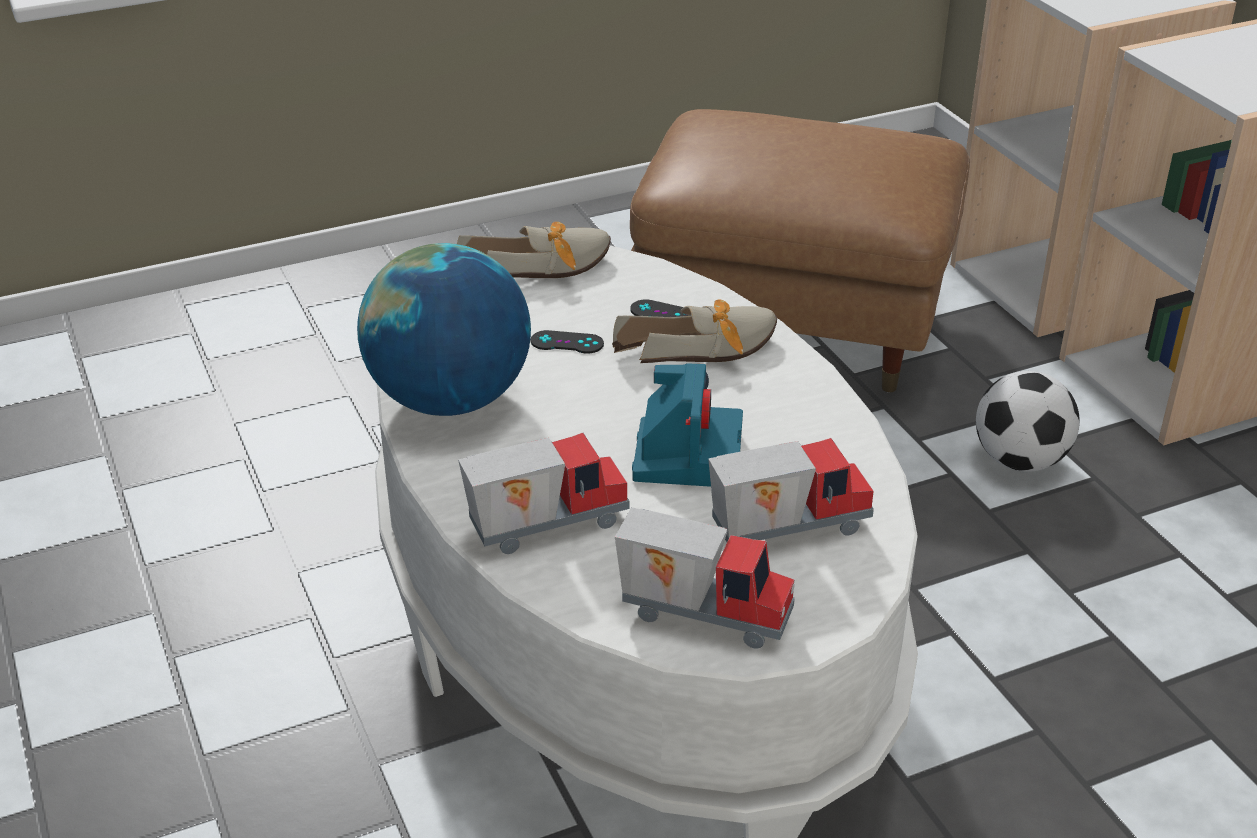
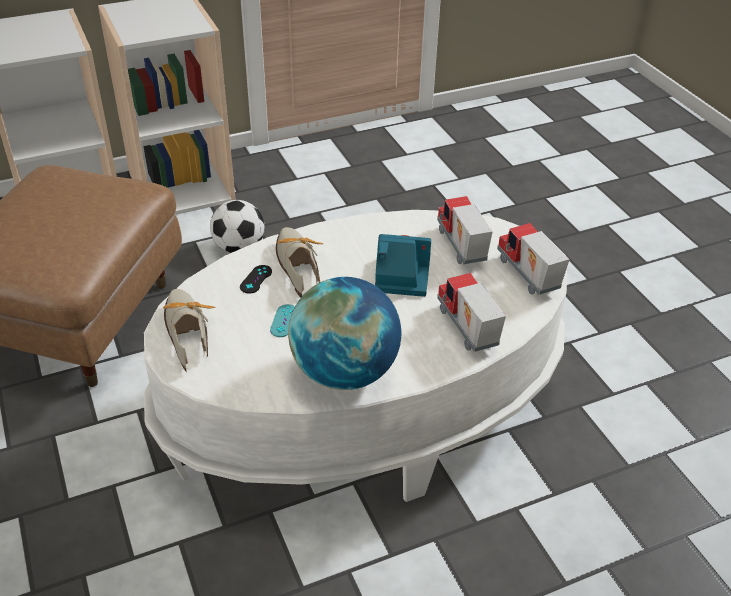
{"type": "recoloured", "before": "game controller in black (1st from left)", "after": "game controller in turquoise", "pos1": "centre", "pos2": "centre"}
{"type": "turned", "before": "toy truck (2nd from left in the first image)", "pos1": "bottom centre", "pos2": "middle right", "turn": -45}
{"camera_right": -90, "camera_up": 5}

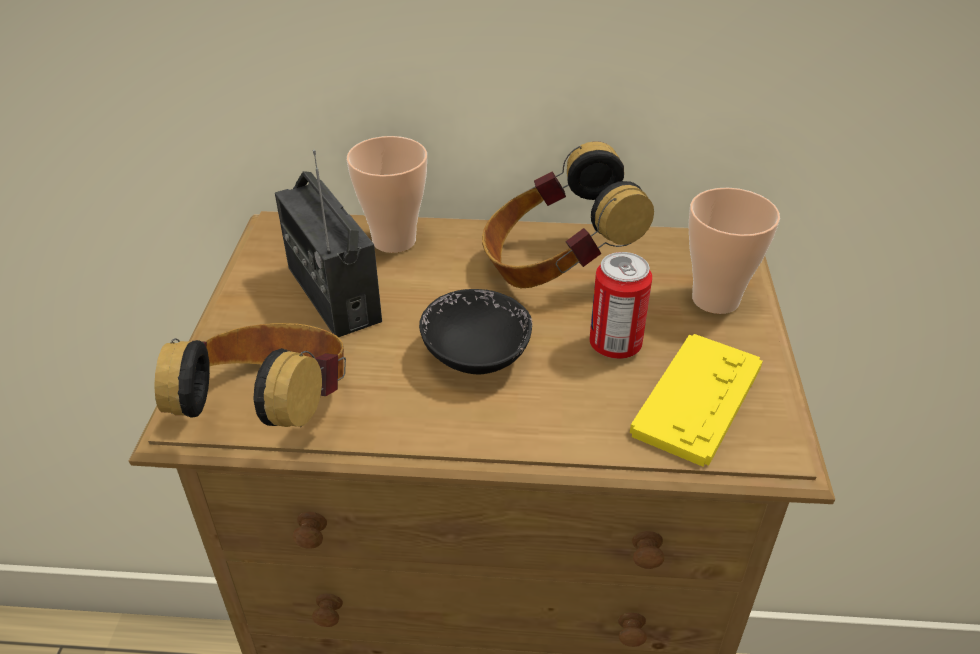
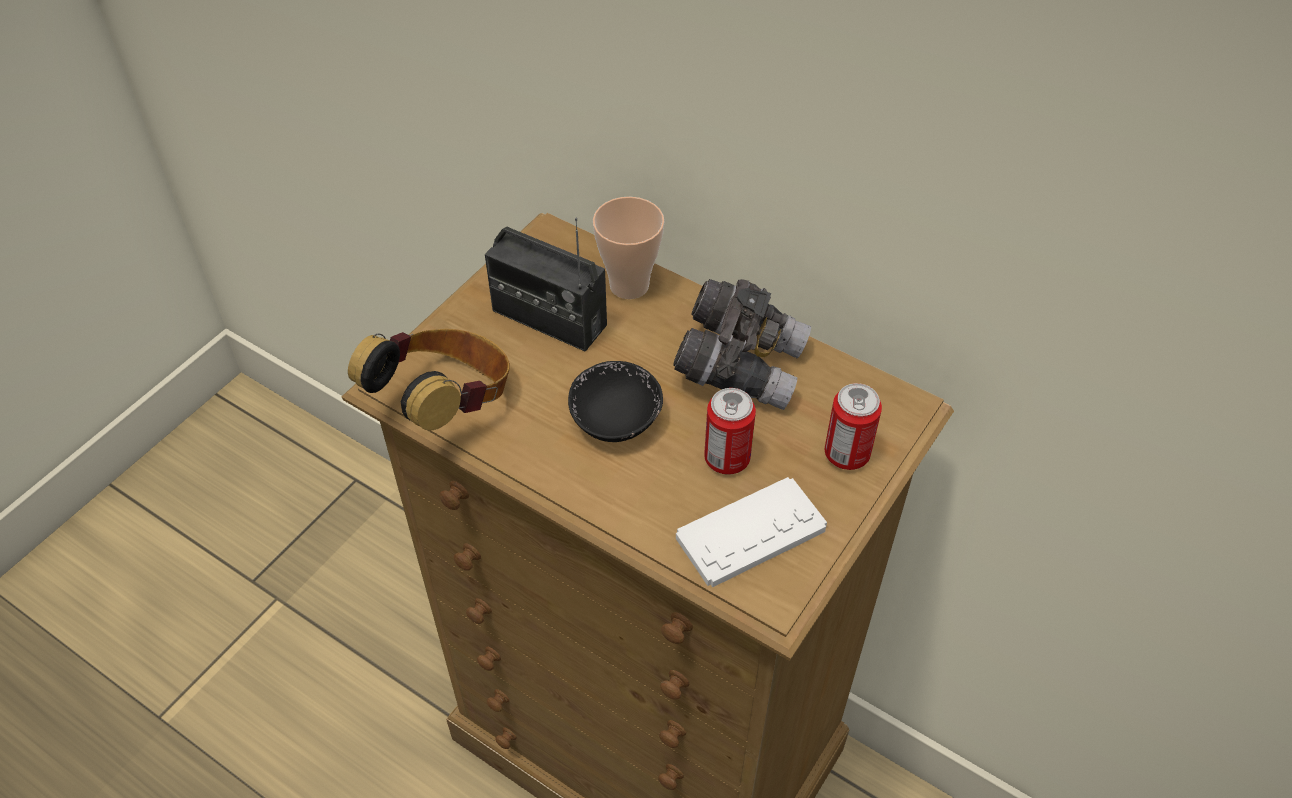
{"type": "replaced", "before": "headphones (2nd from left)", "after": "binoculars in grey", "pos1": "top centre", "pos2": "centre"}
{"type": "replaced", "before": "cup (2nd from left)", "after": "can (2nd from left)", "pos1": "middle right", "pos2": "centre"}
{"type": "recoloured", "before": "game controller in yellow", "after": "game controller in white", "pos1": "middle right", "pos2": "bottom centre"}
{"type": "turned", "before": "radio", "pos1": "centre", "pos2": "centre", "turn": -60}
{"camera_right": 30, "camera_up": 10}

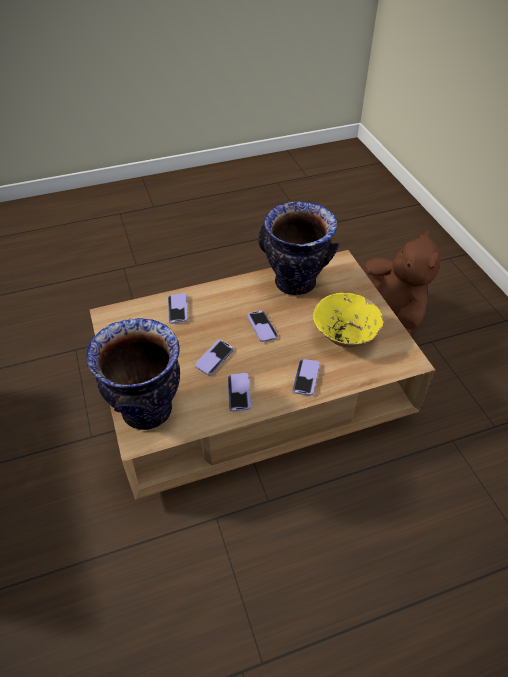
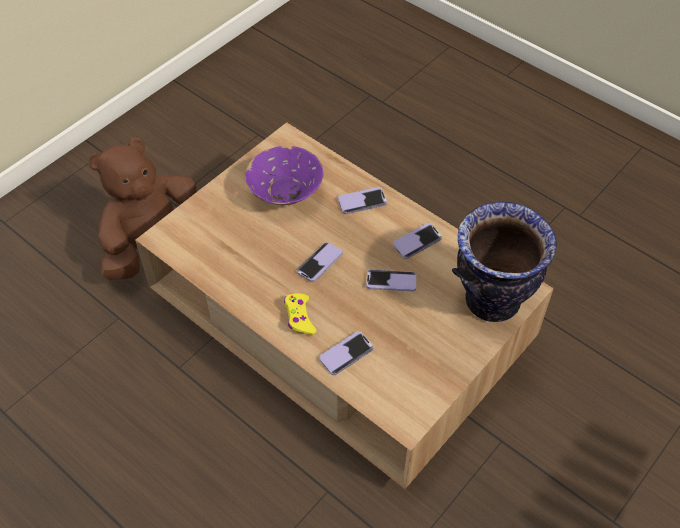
{"type": "removed", "before": "vase (2nd from left)", "pos1": "centre"}
{"type": "added", "after": "game controller in yellow", "pos2": "centre"}
{"type": "recoloured", "before": "bowl in yellow", "after": "bowl in purple", "pos1": "middle right", "pos2": "top centre"}
{"camera_right": -120, "camera_up": 5}

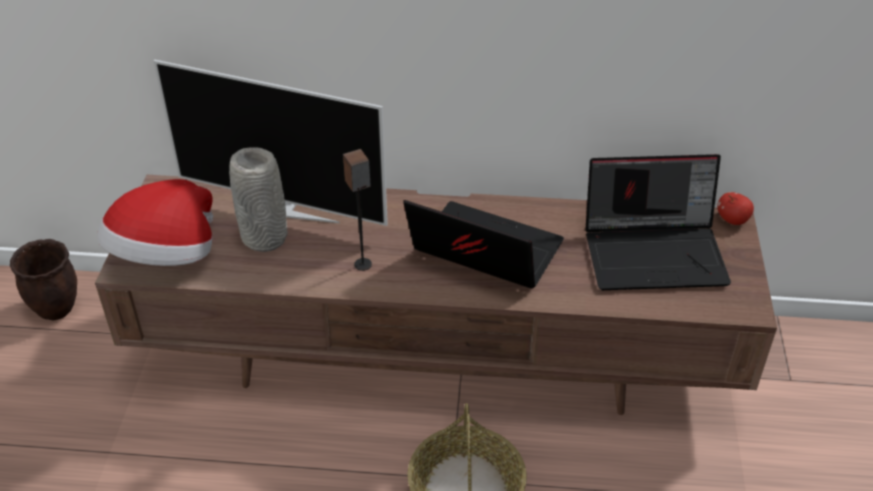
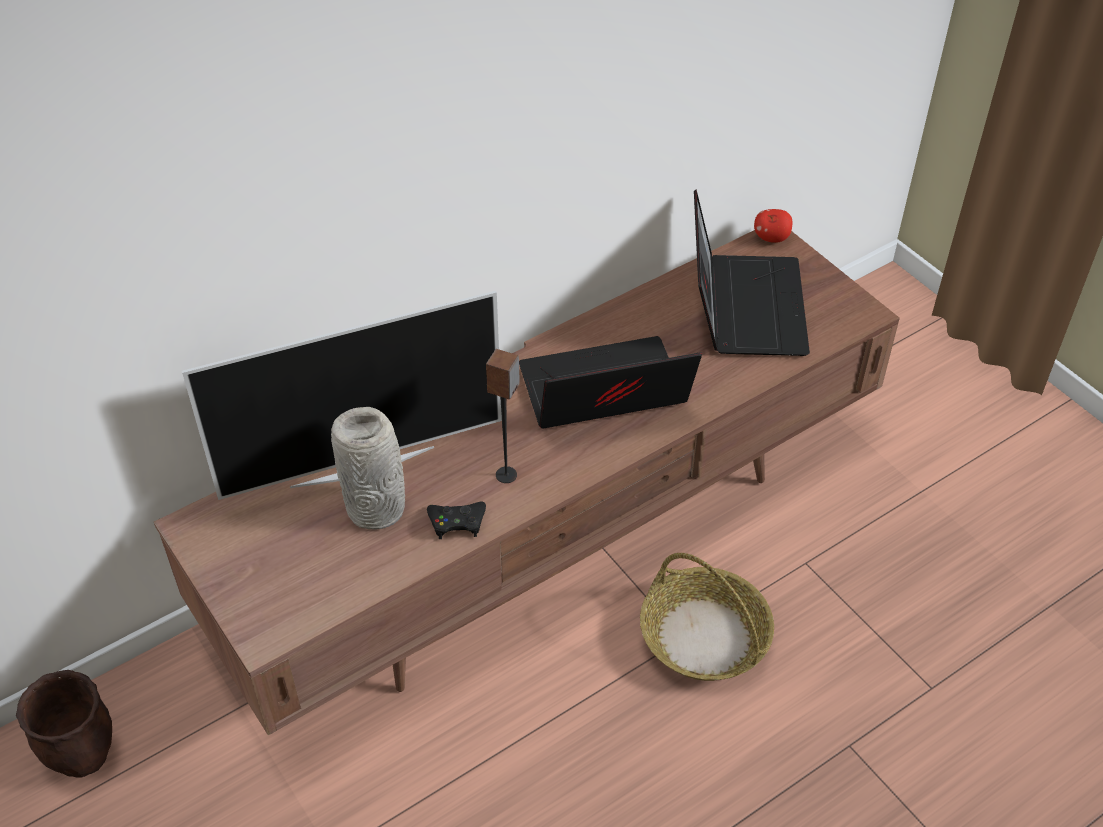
{"type": "removed", "before": "hat", "pos1": "middle left"}
{"type": "added", "after": "game controller in black", "pos2": "centre"}
{"type": "turned", "before": "laptop (2nd from left)", "pos1": "middle right", "pos2": "top right", "turn": -45}
{"camera_right": -40, "camera_up": 5}

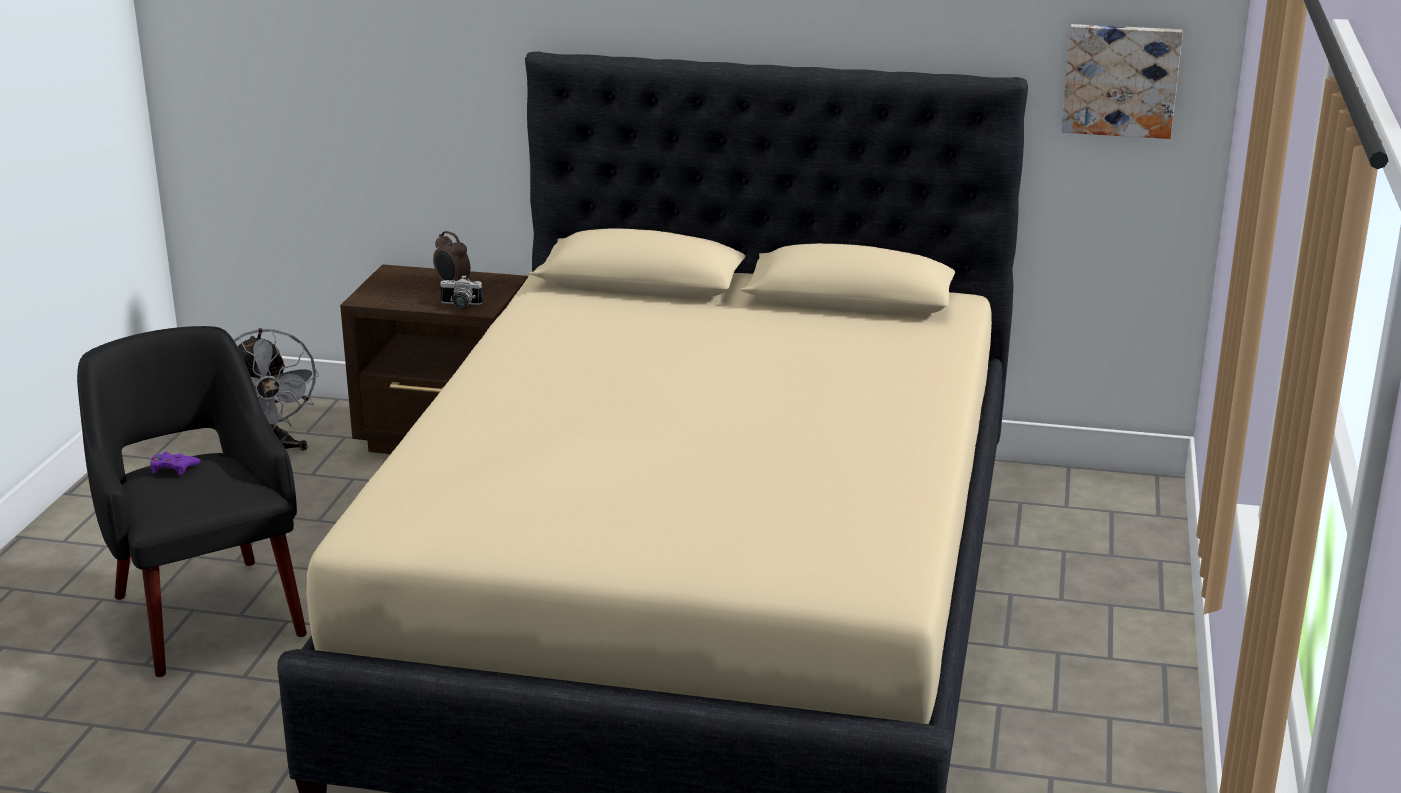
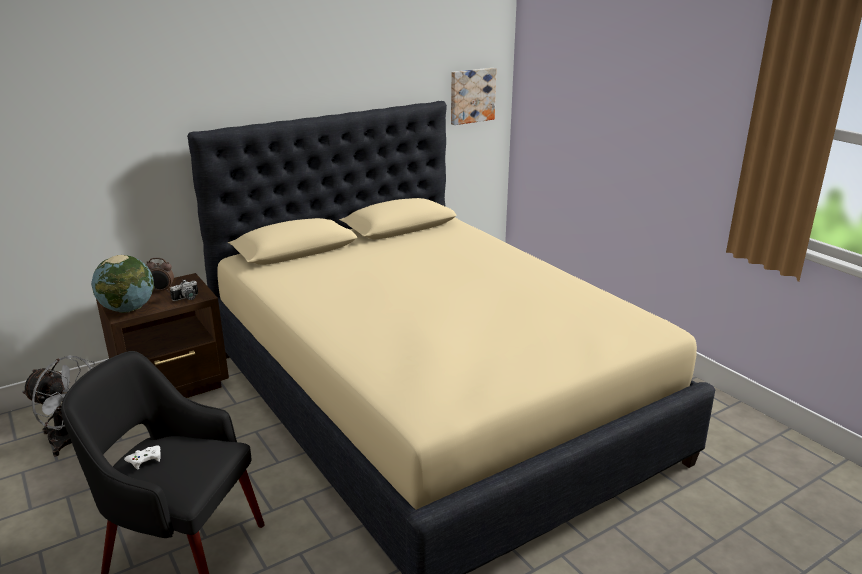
{"type": "added", "after": "globe", "pos2": "middle left"}
{"type": "recoloured", "before": "game controller in purple", "after": "game controller in white", "pos1": "middle left", "pos2": "bottom left"}
{"camera_right": -45, "camera_up": 0}

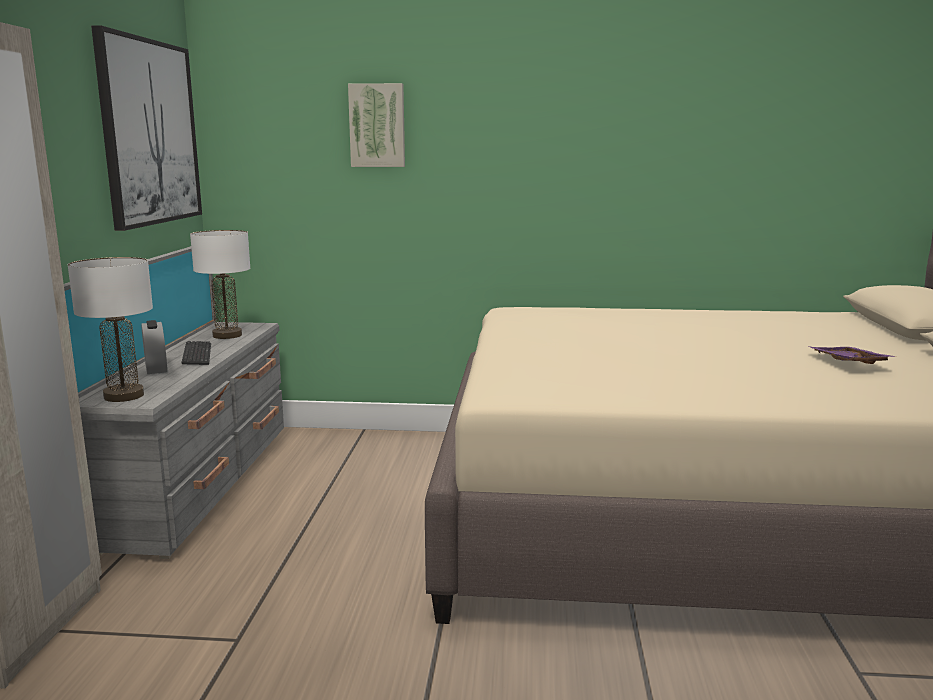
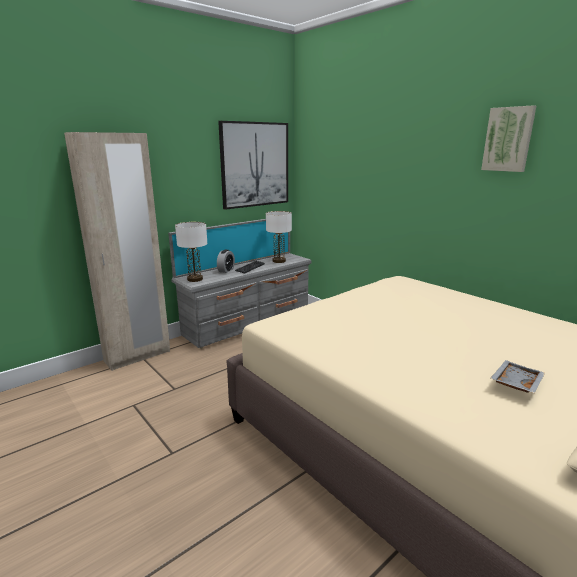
{"type": "moved", "before": "picture (2nd from left)", "pos1": "top centre", "pos2": "top right"}
{"type": "recoloured", "before": "tray in purple", "after": "tray in grey", "pos1": "middle right", "pos2": "middle right"}
{"camera_right": 45, "camera_up": 5}

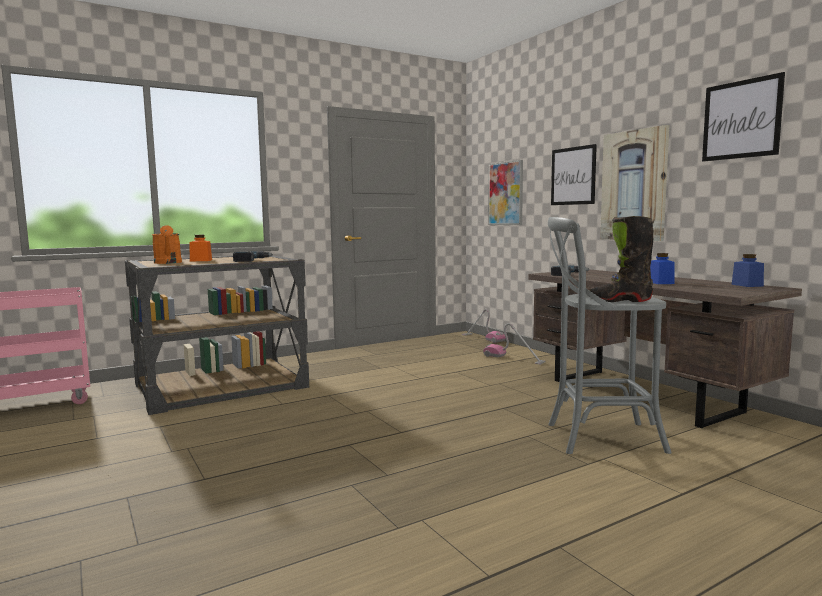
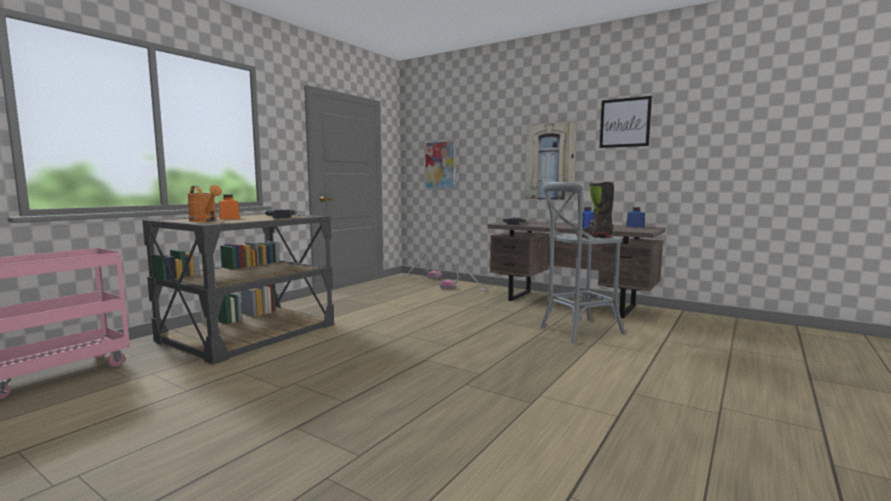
{"type": "removed", "before": "picture (2nd from left)", "pos1": "top right"}
{"camera_right": -25, "camera_up": 0}

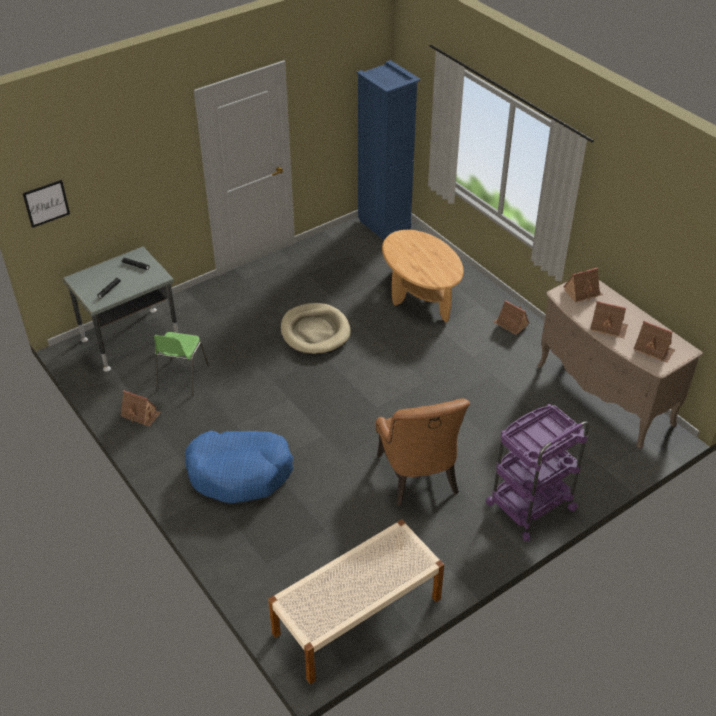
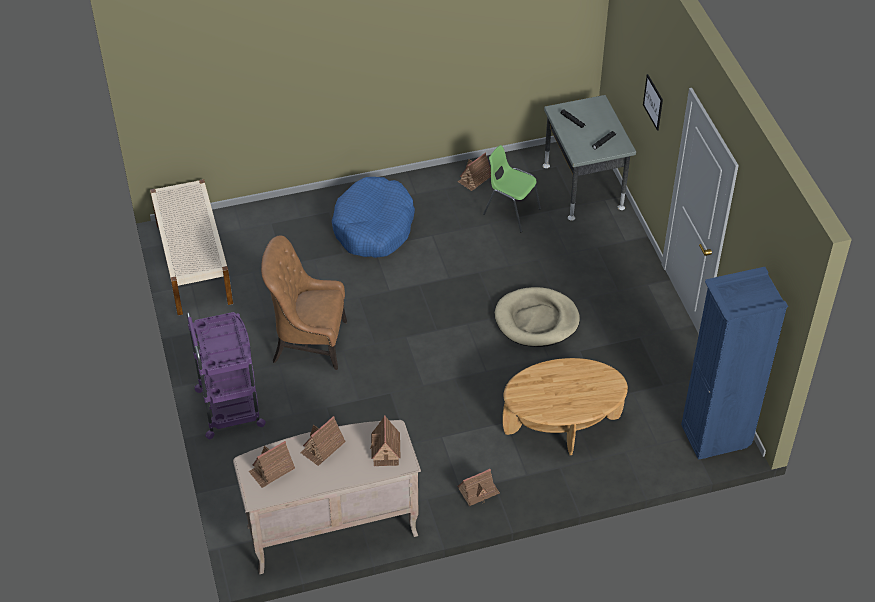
{"type": "moved", "before": "picture", "pos1": "top left", "pos2": "top right"}
{"camera_right": 110, "camera_up": 5}

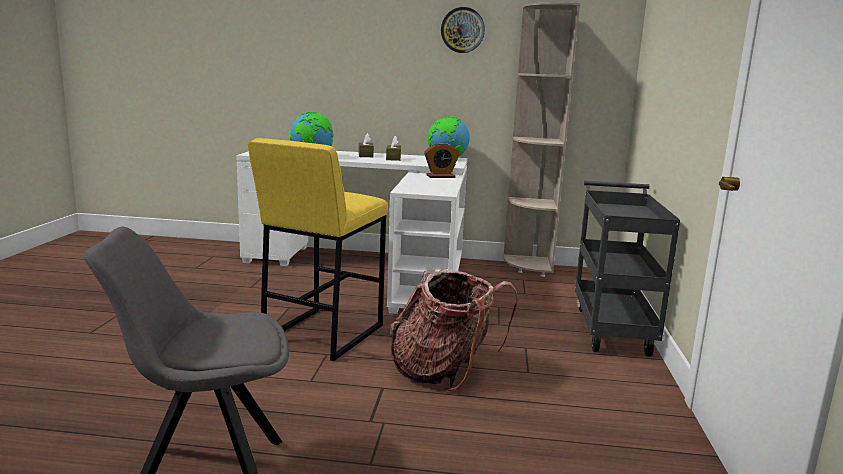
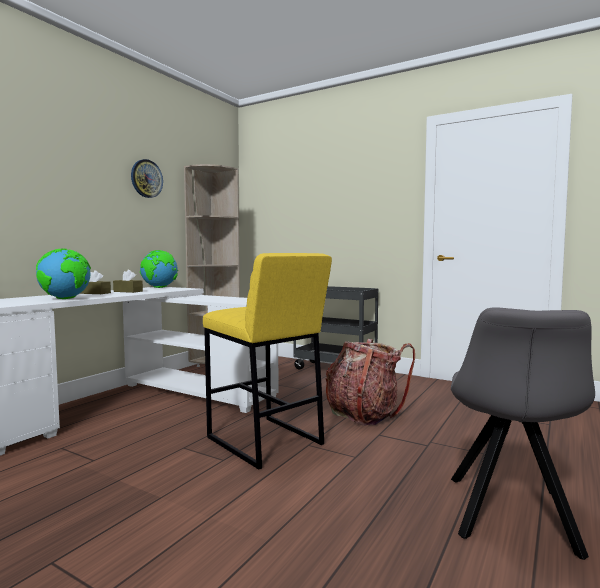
{"type": "removed", "before": "alarm clock", "pos1": "centre"}
{"camera_right": -65, "camera_up": -10}

